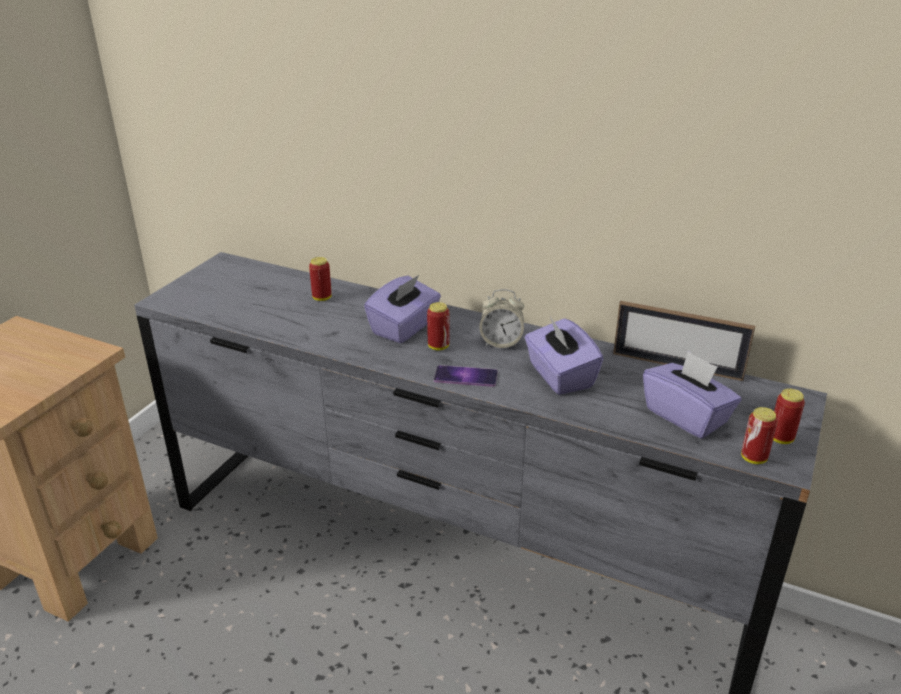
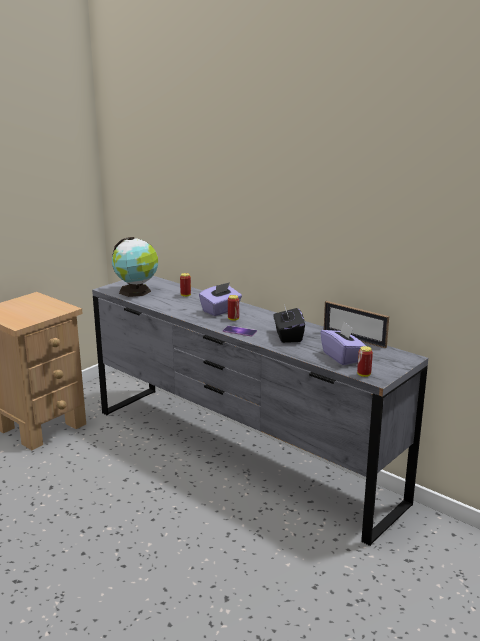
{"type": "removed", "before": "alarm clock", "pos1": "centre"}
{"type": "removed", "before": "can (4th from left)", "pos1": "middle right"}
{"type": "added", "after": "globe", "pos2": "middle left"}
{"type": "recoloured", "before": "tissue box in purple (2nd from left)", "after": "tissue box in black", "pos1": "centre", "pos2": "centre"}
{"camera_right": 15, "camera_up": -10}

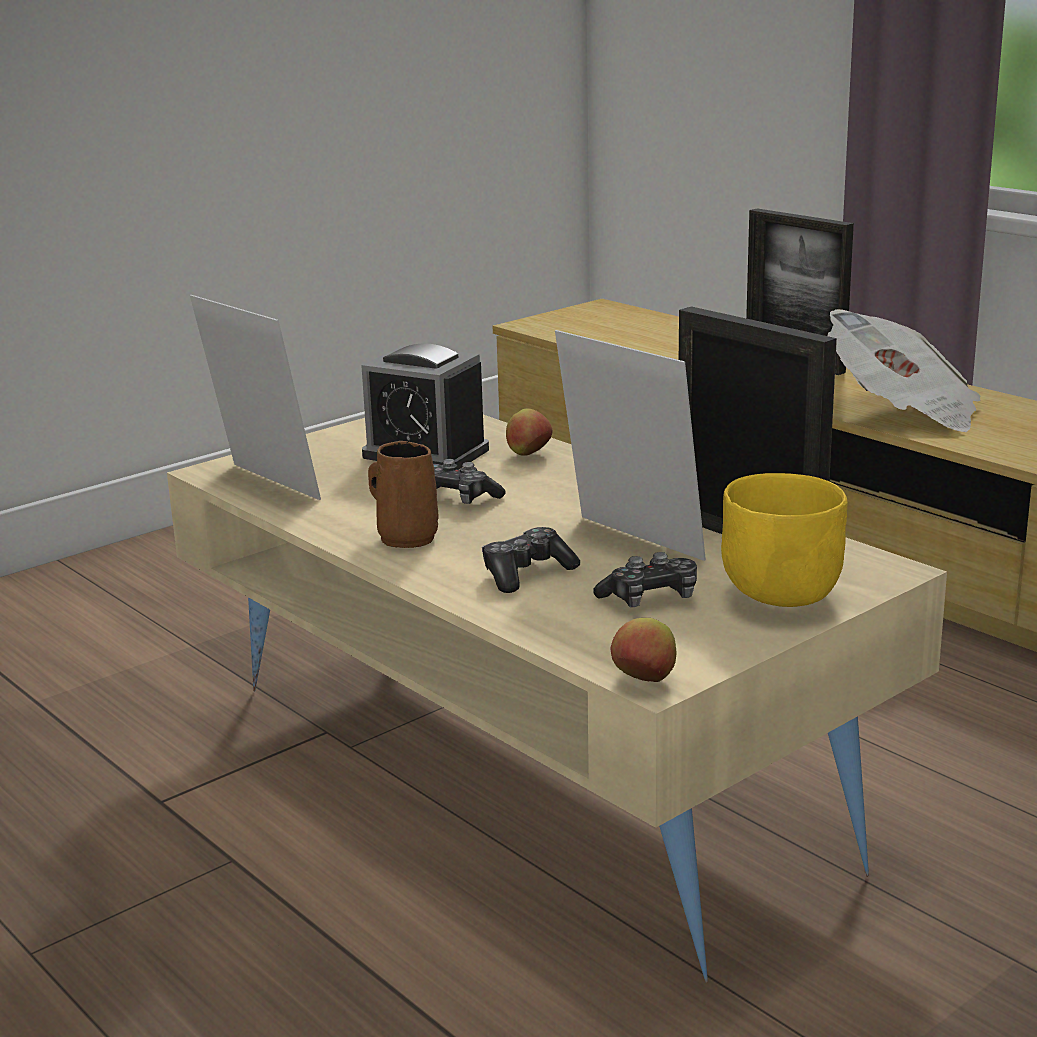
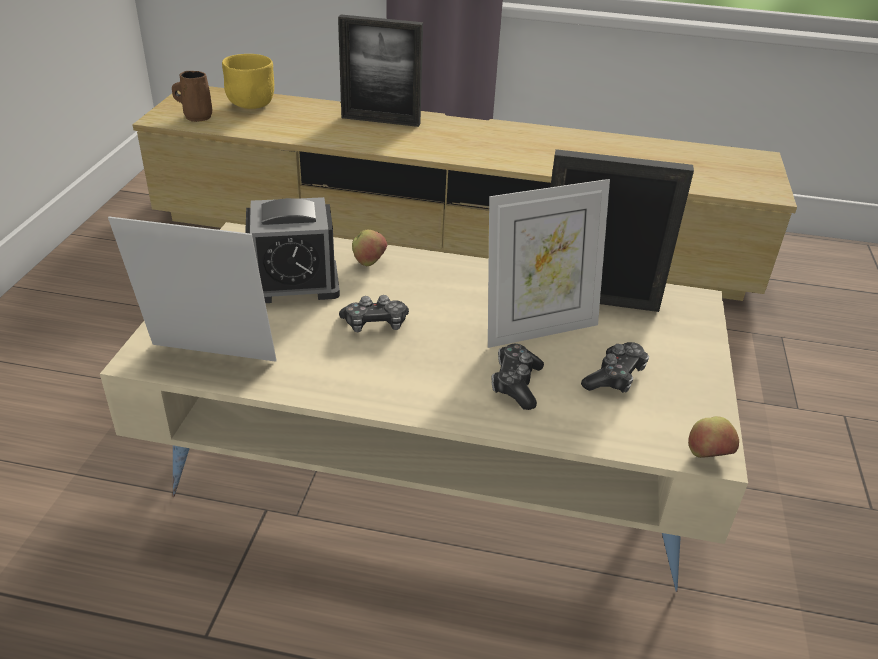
{"type": "removed", "before": "newspaper", "pos1": "middle right"}
{"type": "moved", "before": "mug in brown", "pos1": "centre", "pos2": "top left"}
{"type": "moved", "before": "bowl in yellow", "pos1": "middle right", "pos2": "top left"}
{"type": "turned", "before": "picture frame (2nd from left in the first image)", "pos1": "centre", "pos2": "centre", "turn": 150}
{"camera_right": -40, "camera_up": 15}

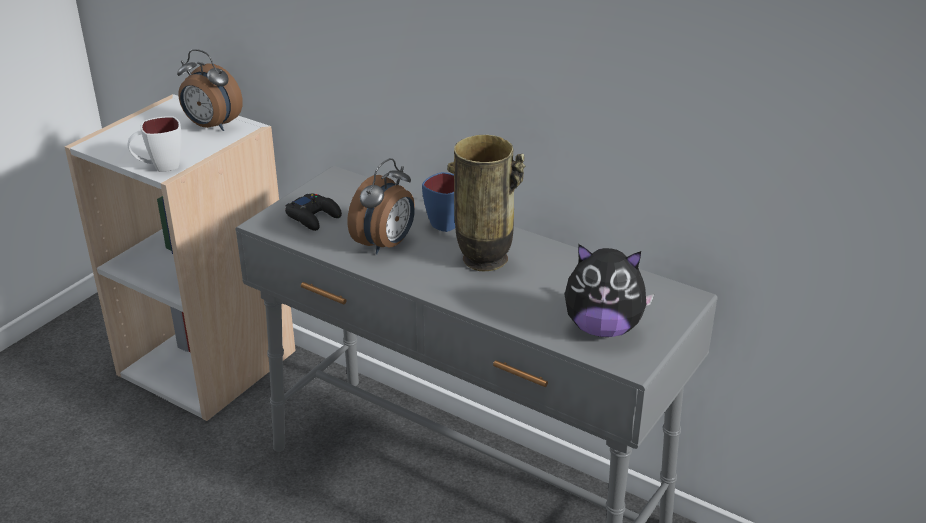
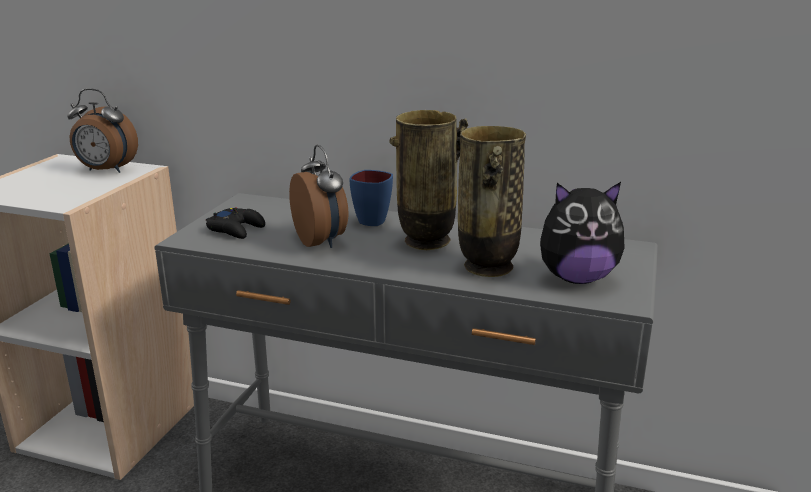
{"type": "removed", "before": "mug in white", "pos1": "top left"}
{"type": "added", "after": "vase (2nd from left)", "pos2": "centre"}
{"type": "turned", "before": "alarm clock (2nd from left)", "pos1": "centre", "pos2": "centre", "turn": -45}
{"camera_right": -15, "camera_up": -10}

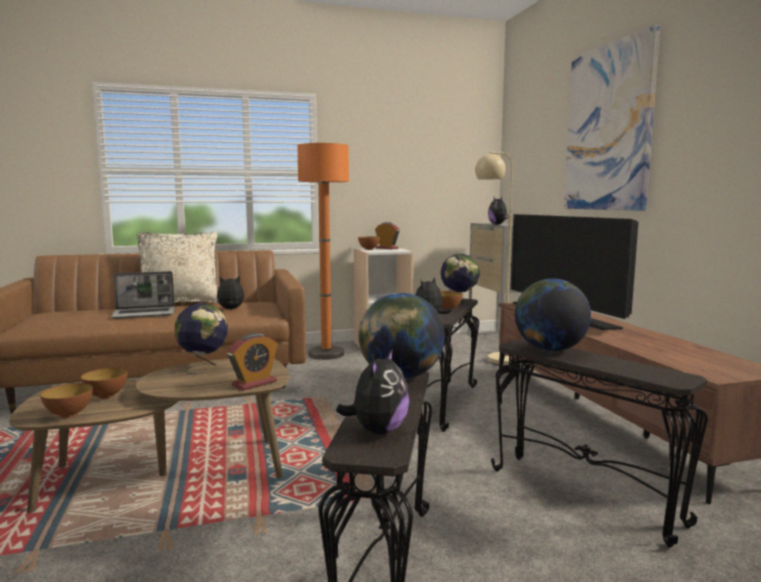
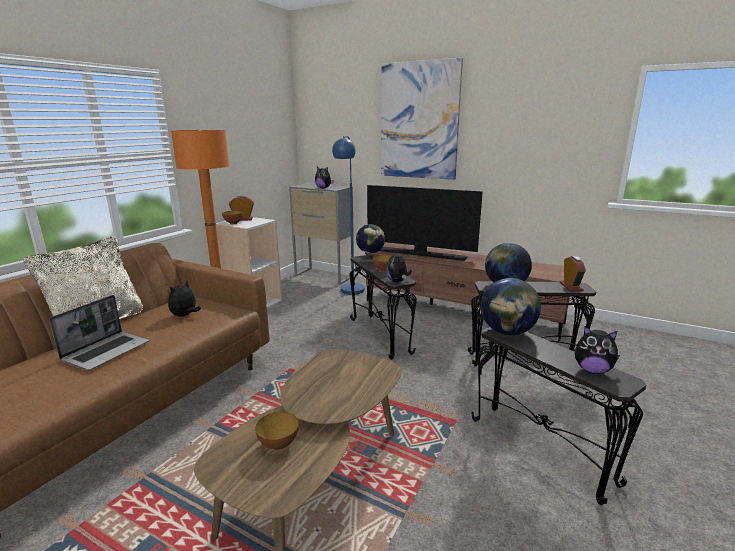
{"type": "removed", "before": "bowl (1st from left)", "pos1": "bottom left"}
{"type": "removed", "before": "globe (1st from left)", "pos1": "middle left"}
{"type": "moved", "before": "alarm clock (1st from left in the first image)", "after": "alarm clock (2nd from left)", "pos1": "middle left", "pos2": "middle right"}
{"type": "recoloured", "before": "floor lamp in beige", "after": "floor lamp in blue", "pos1": "centre", "pos2": "centre"}
{"type": "turned", "before": "plush toy (2nd from left in the first image)", "pos1": "bottom centre", "pos2": "middle right", "turn": 135}
{"camera_right": -45, "camera_up": 10}

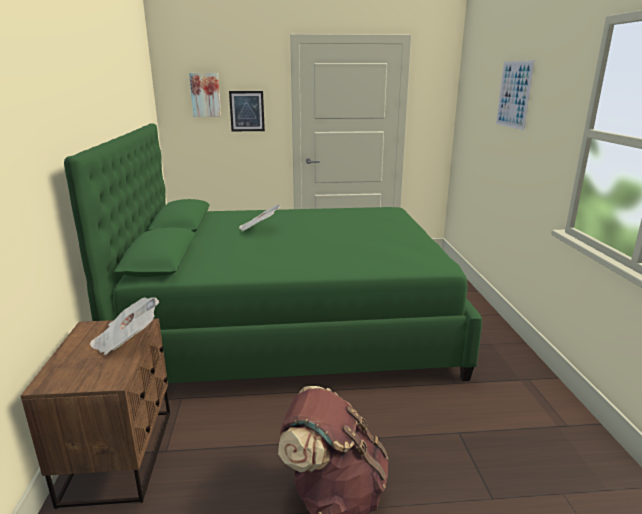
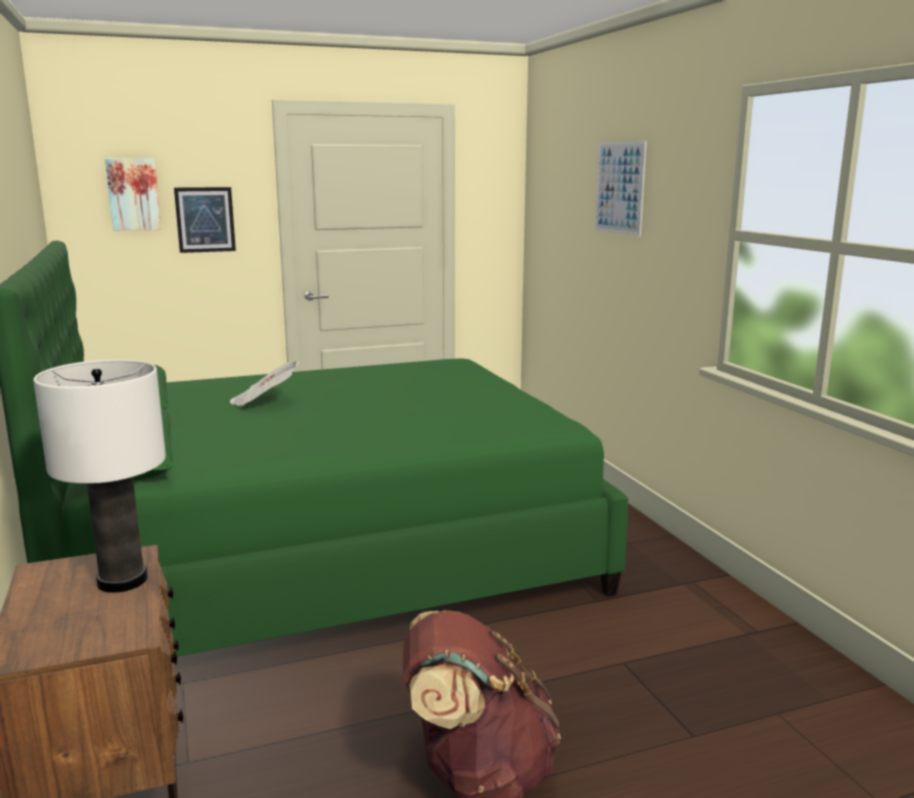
{"type": "replaced", "before": "newspaper (1st from left)", "after": "table lamp in white", "pos1": "middle left", "pos2": "middle left"}
{"camera_right": -15, "camera_up": -5}

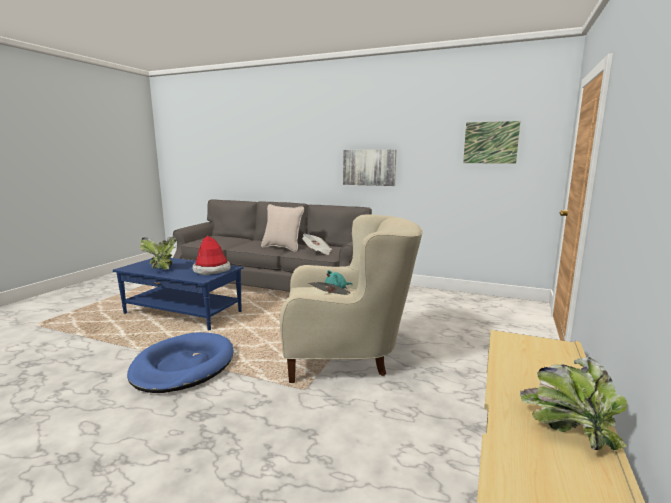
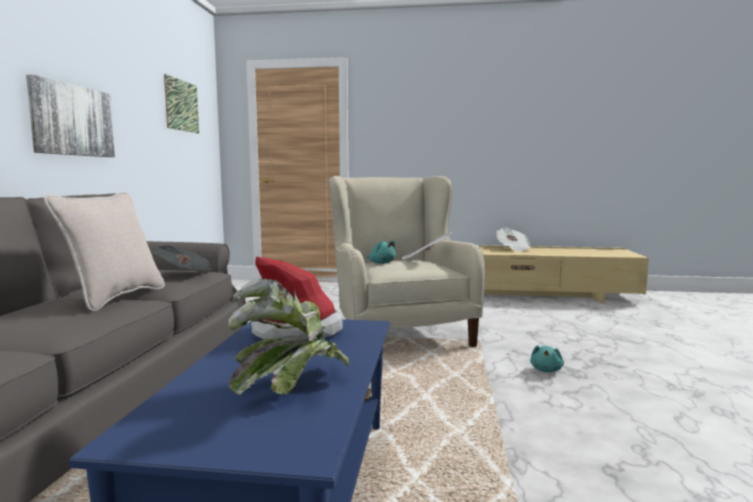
{"type": "removed", "before": "dog bed in blue", "pos1": "bottom left"}
{"type": "added", "after": "plush toy in turquoise (2nd from left)", "pos2": "bottom right"}
{"type": "replaced", "before": "potted plant (2nd from left)", "after": "newspaper (3rd from left)", "pos1": "bottom right", "pos2": "middle right"}
{"camera_right": -105, "camera_up": -5}

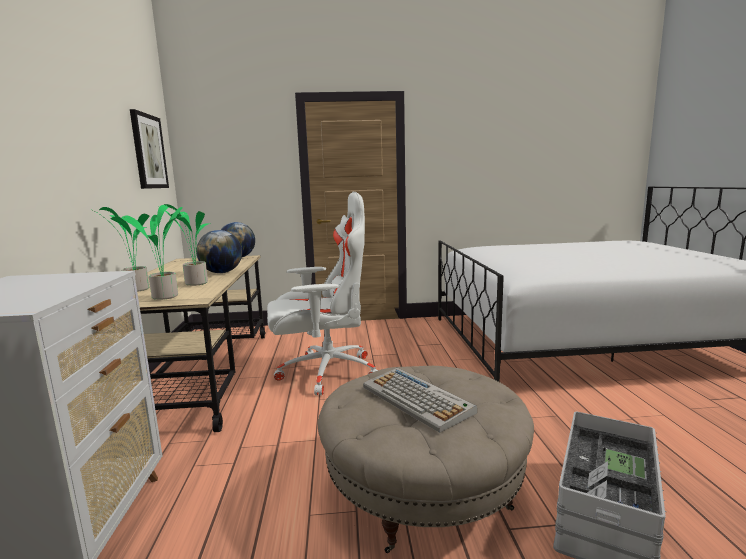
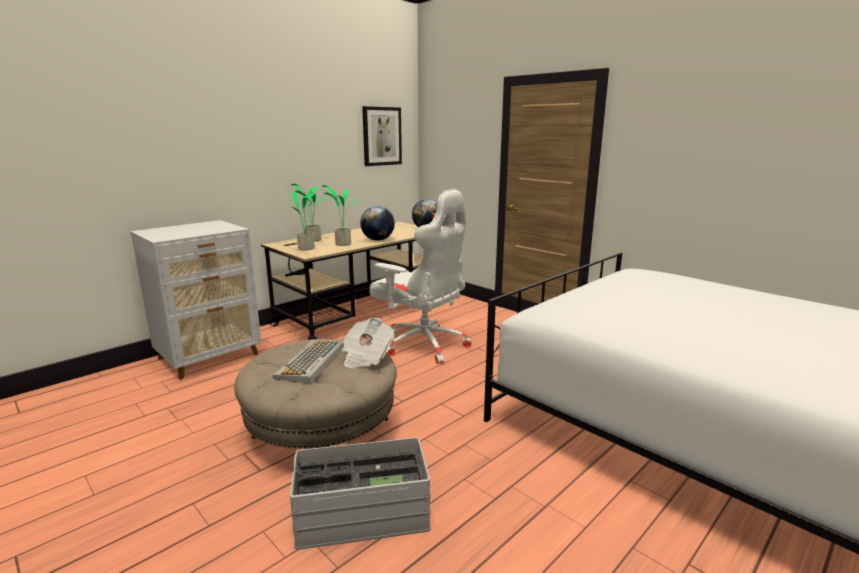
{"type": "added", "after": "newspaper", "pos2": "centre"}
{"camera_right": 50, "camera_up": 5}

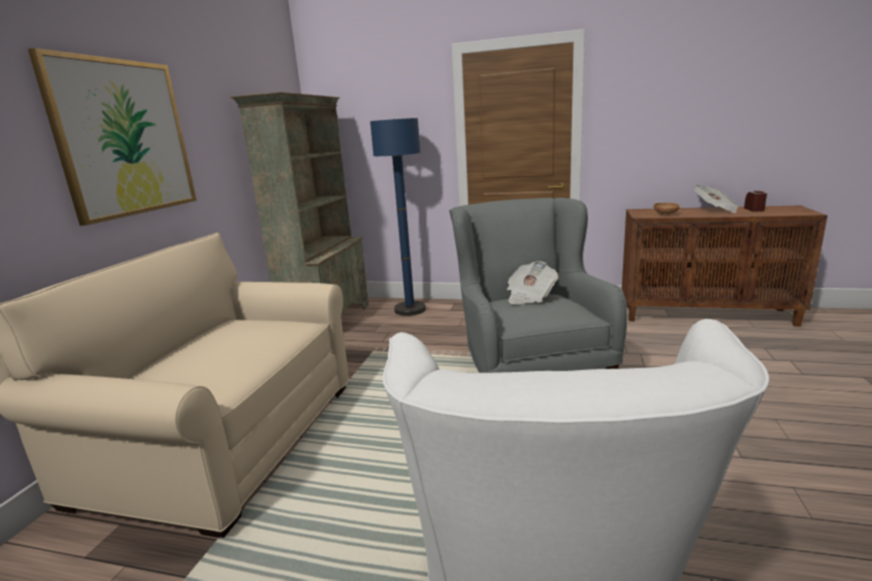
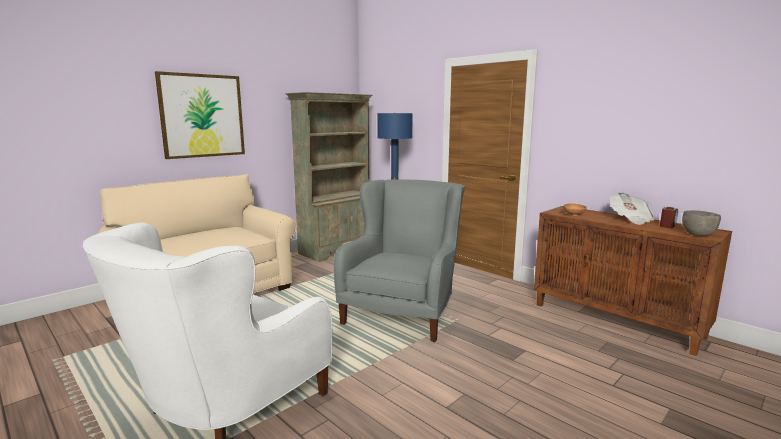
{"type": "removed", "before": "newspaper (1st from left)", "pos1": "centre"}
{"type": "added", "after": "bowl in grey", "pos2": "middle right"}
{"camera_right": 30, "camera_up": -5}

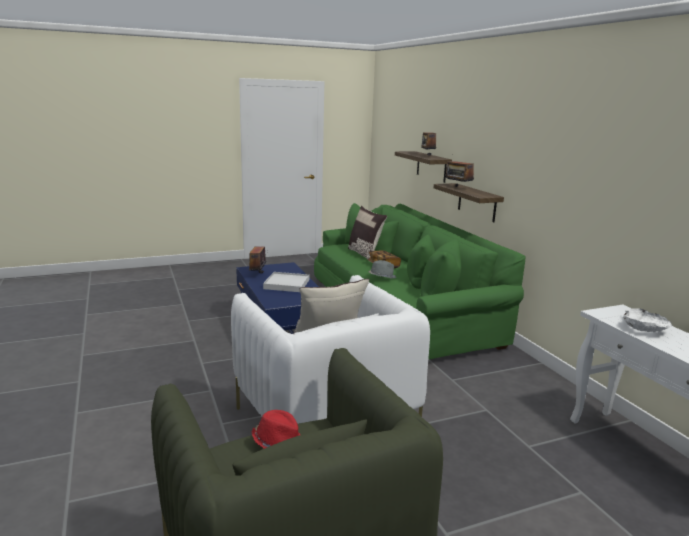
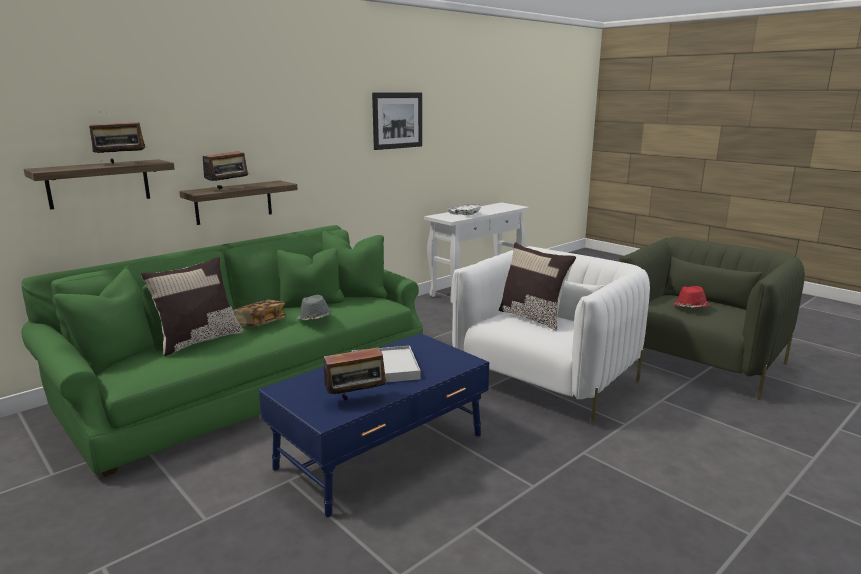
{"type": "added", "after": "picture", "pos2": "top centre"}
{"camera_right": -110, "camera_up": 0}

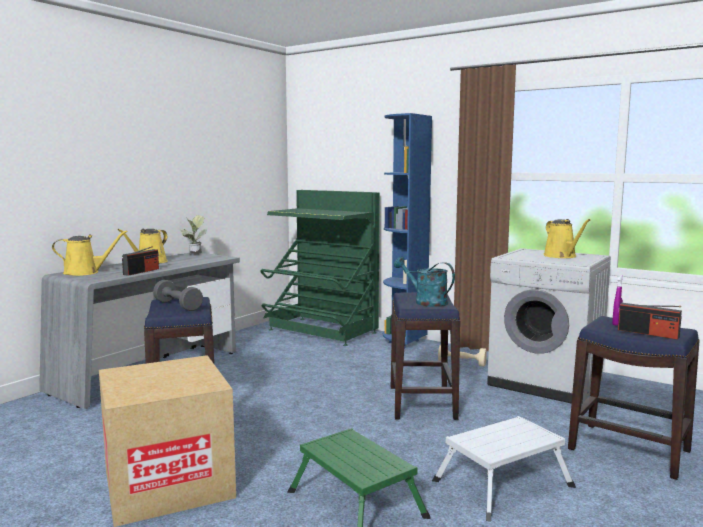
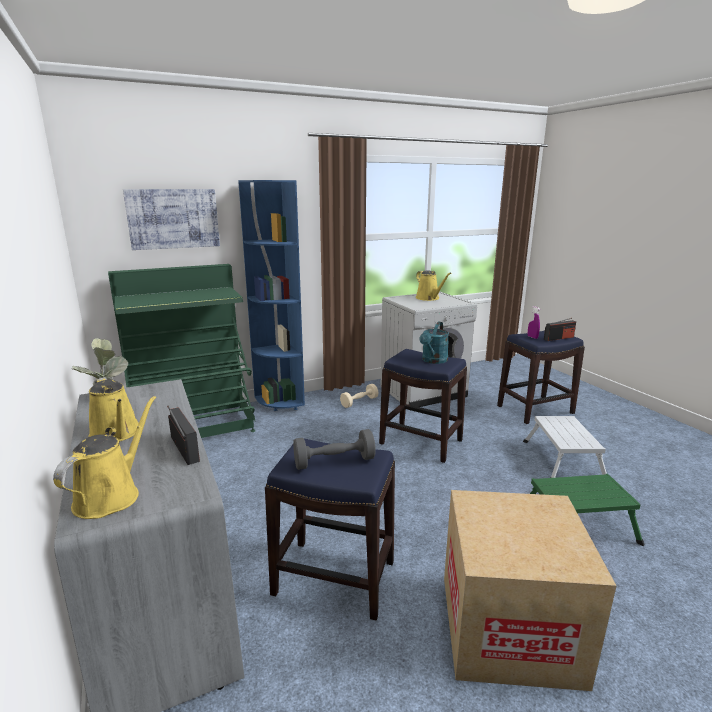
{"type": "added", "after": "picture", "pos2": "top left"}
{"type": "turned", "before": "watering can in turquoise", "pos1": "centre", "pos2": "centre", "turn": -45}
{"type": "turned", "before": "watering can in yellow (3rd from left)", "pos1": "middle right", "pos2": "centre", "turn": 45}
{"camera_right": -60, "camera_up": 10}

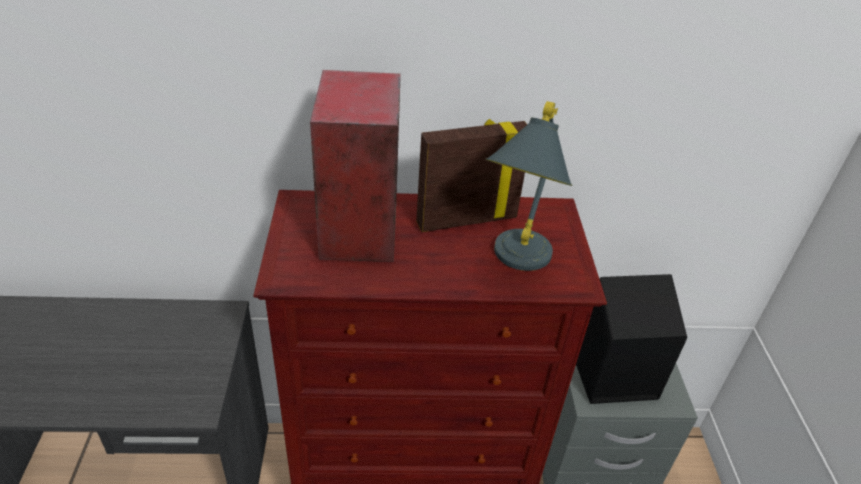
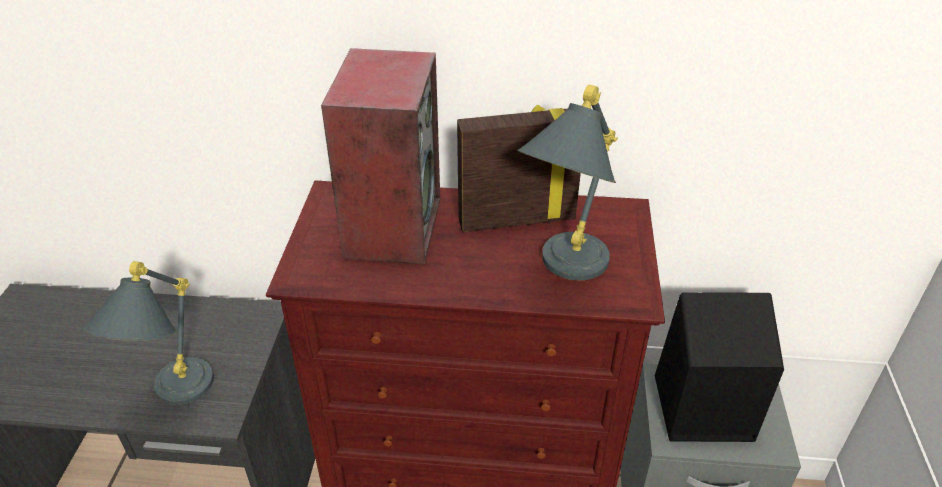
{"type": "added", "after": "table lamp in grey (1st from left)", "pos2": "bottom left"}
{"camera_right": 10, "camera_up": 0}

